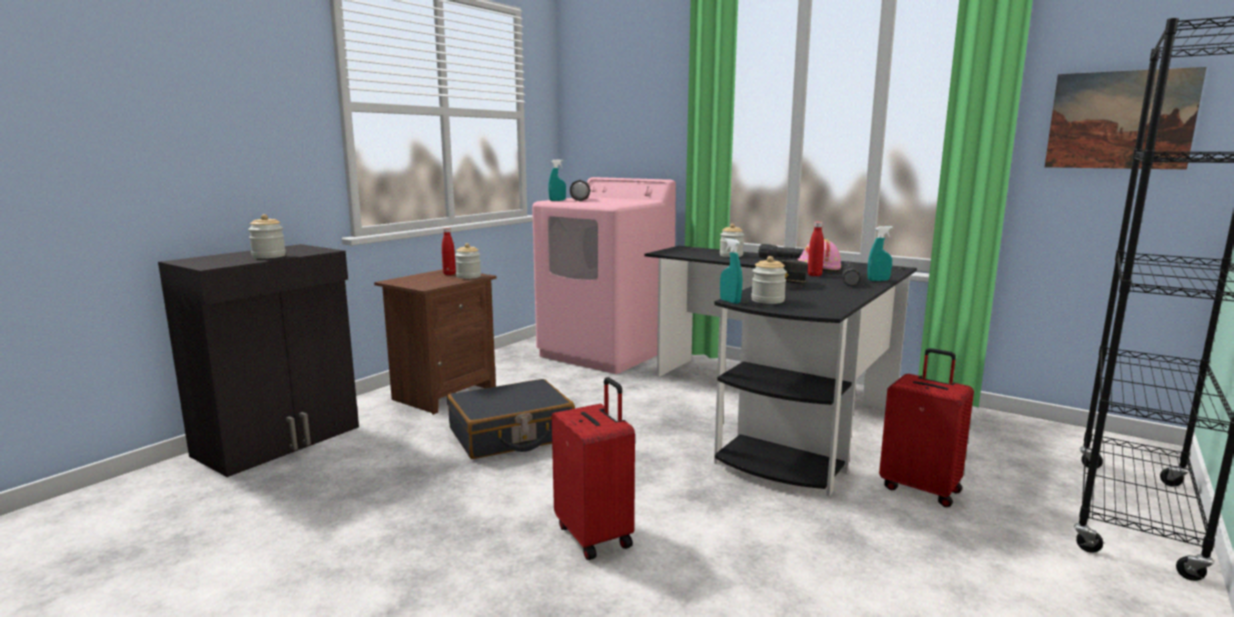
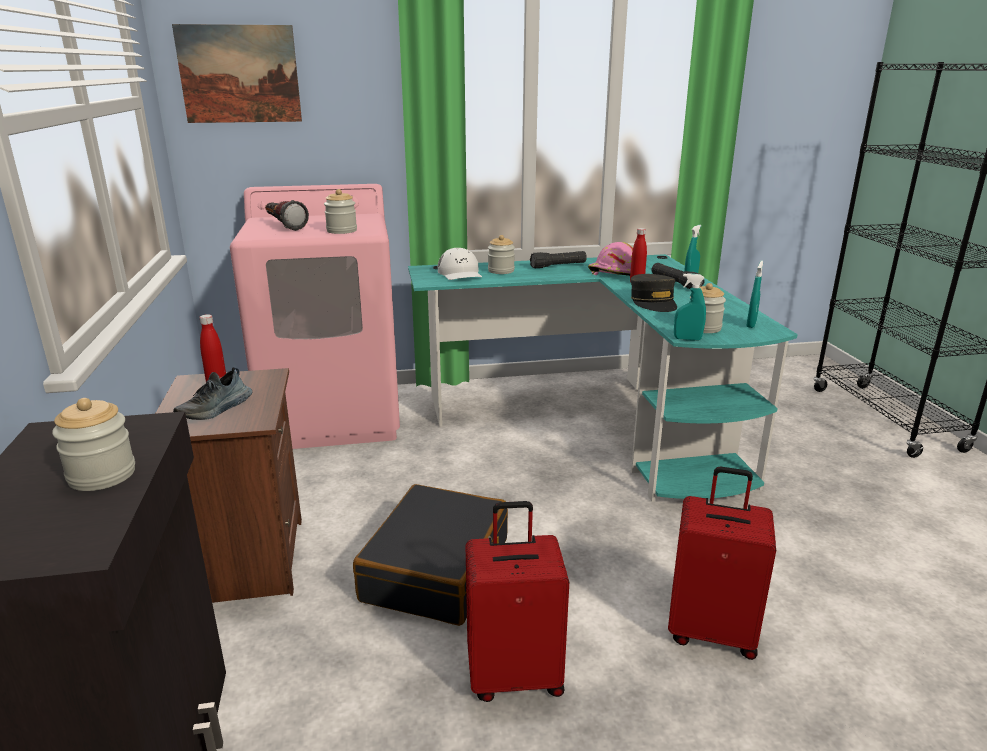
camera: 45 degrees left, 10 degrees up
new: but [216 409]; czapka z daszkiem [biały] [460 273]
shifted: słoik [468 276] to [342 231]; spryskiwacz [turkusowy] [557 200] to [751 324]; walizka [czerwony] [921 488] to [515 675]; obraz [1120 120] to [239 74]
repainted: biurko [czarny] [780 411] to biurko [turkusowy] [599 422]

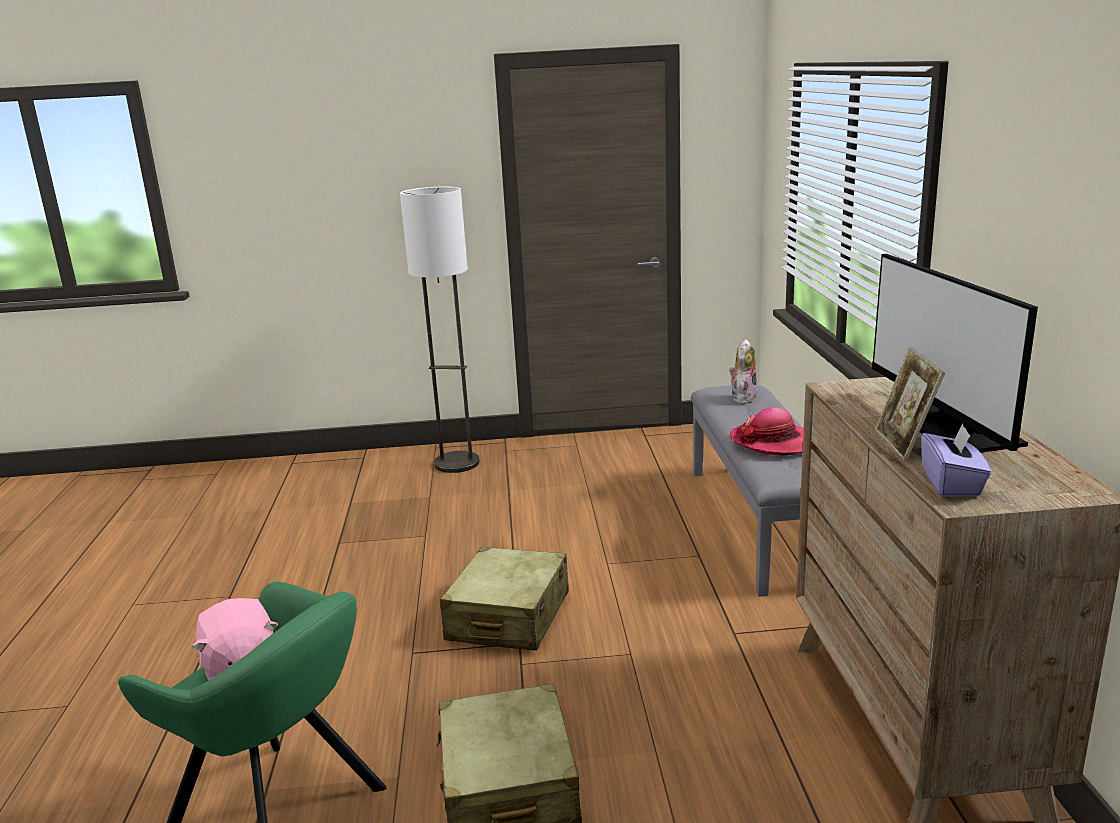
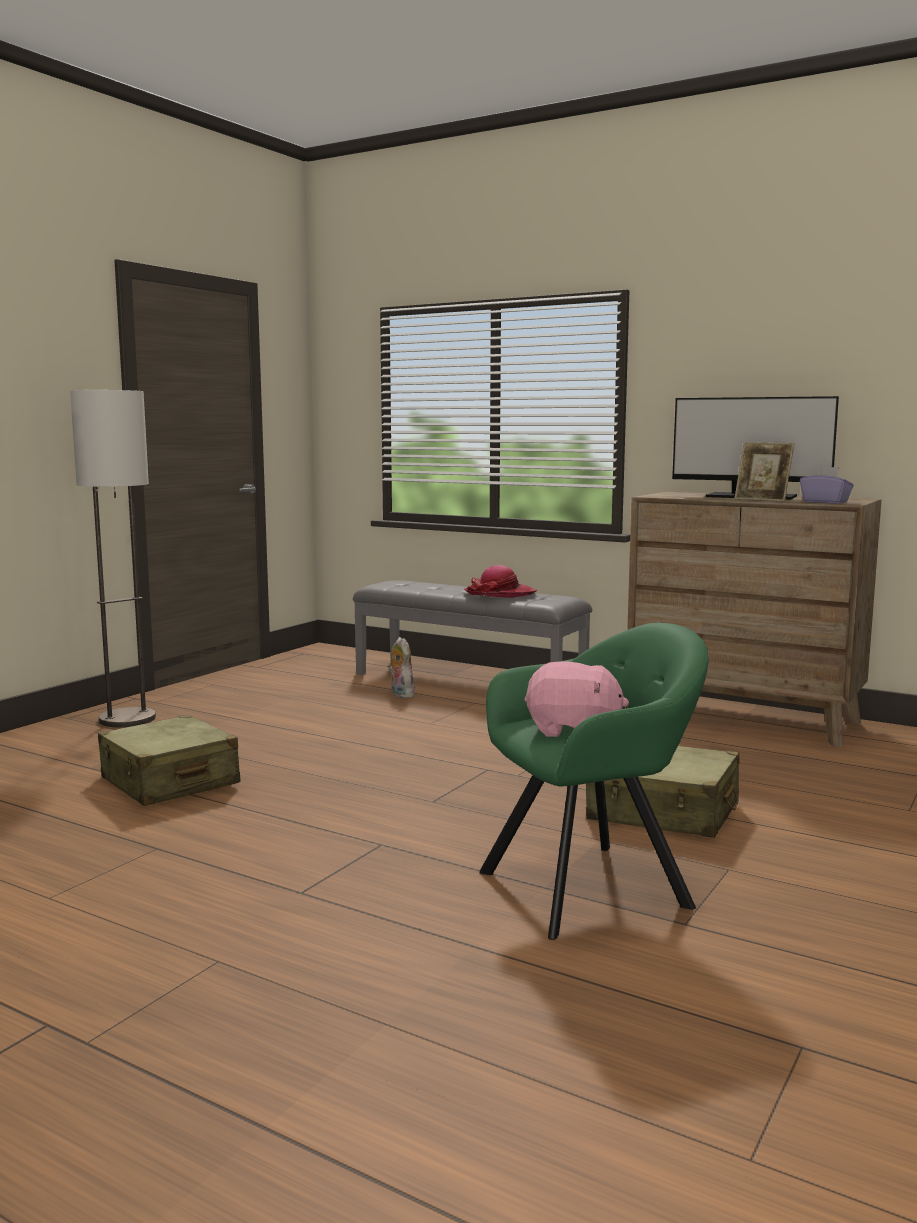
camera: 55 degrees left, 10 degrees down
shifted: walizka [beżowy] [508 617] to [169 782]; pluszak [742 398] to [400 694]

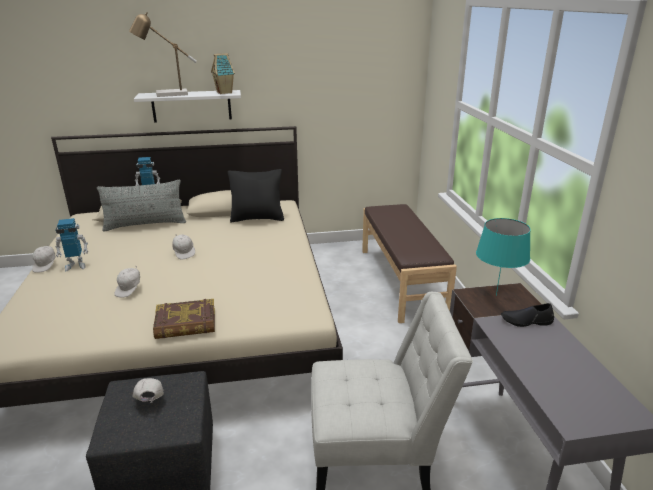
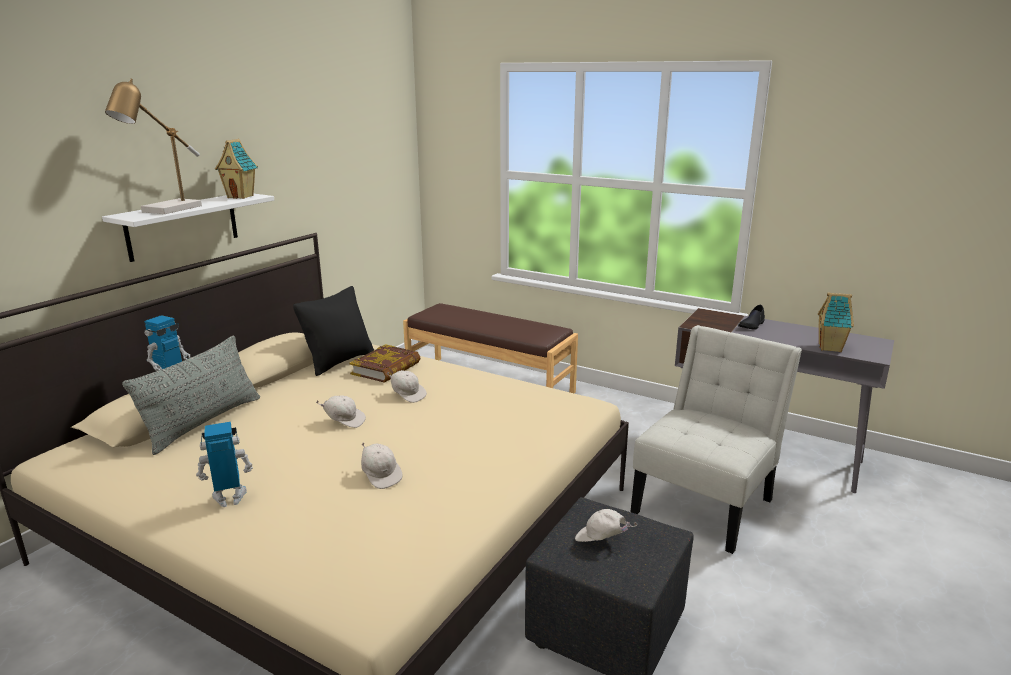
camera: 50 degrees left, 5 degrees down
gone: lampa stołowa [turkusowy] [496 295]
new: domek [831 348]
shifted: czapka z daszkiem [biały] [46 265] to [407 395]; książka [186 324] to [386 368]
rotated: robot zabawkowy [76 265] = [230 499] 135 degrees counterclockwise

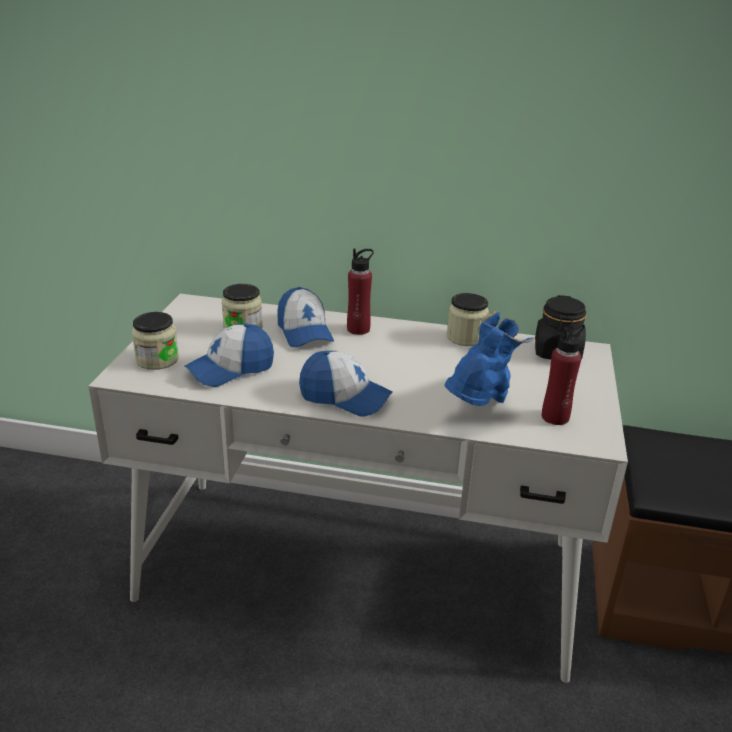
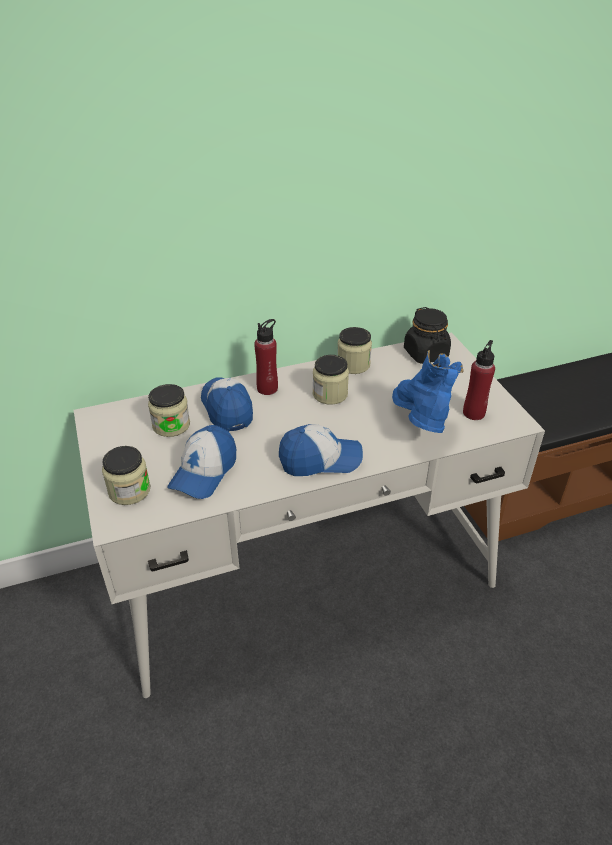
camera: 30 degrees left, 10 degrees up
new: słoik [330 394]
rotated: czapka z daszkiem [304 332] = [227 408] 150 degrees counterclockwise

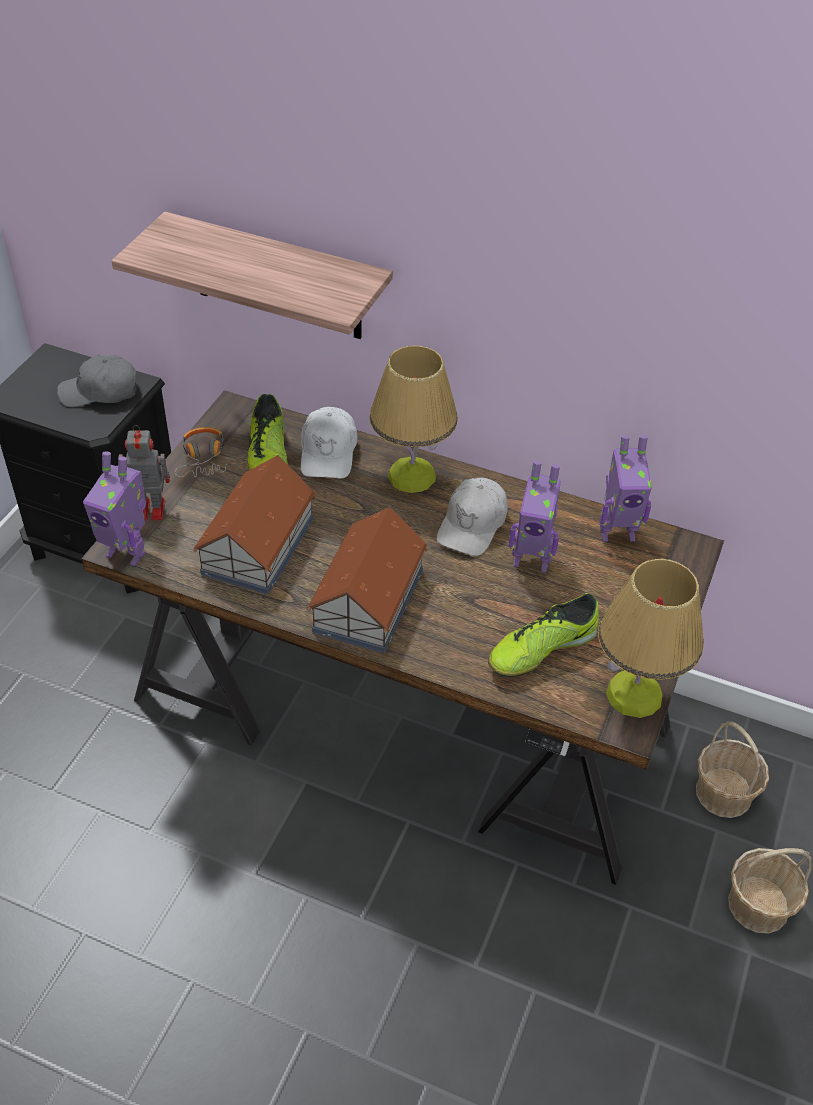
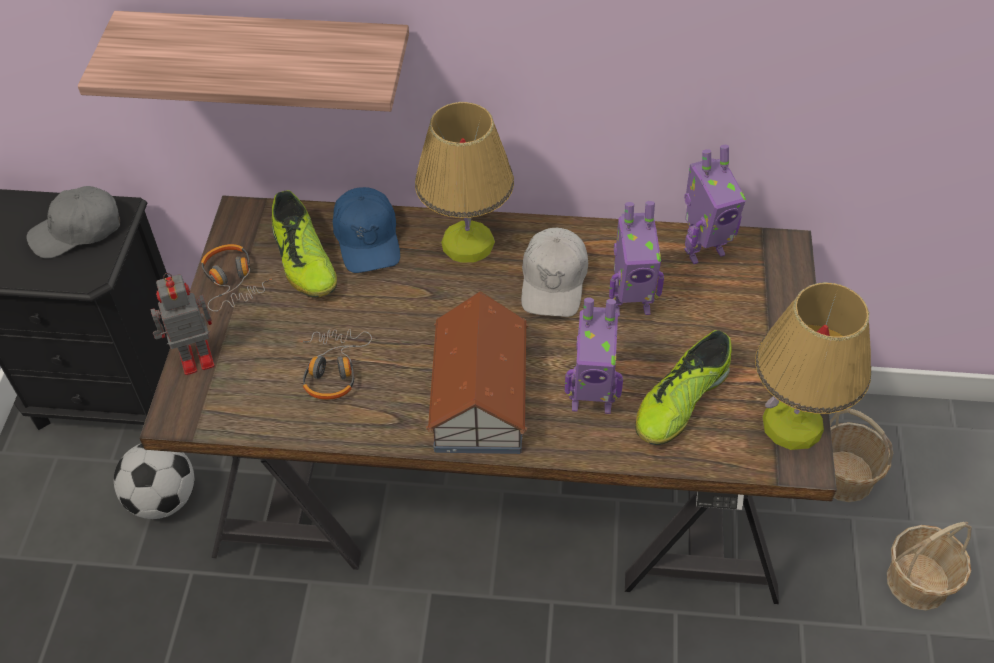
camera: 15 degrees left, 5 degrees up
new: piłka futbolowa [164 499]
shifted: robot zabawkowy [127 552] to [591 400]
swapped: domek [256 546] to słuchawki [333 369]
repainted: czapka z daszkiem [biały] [328 452] to czapka z daszkiem [niebieski] [368 239]

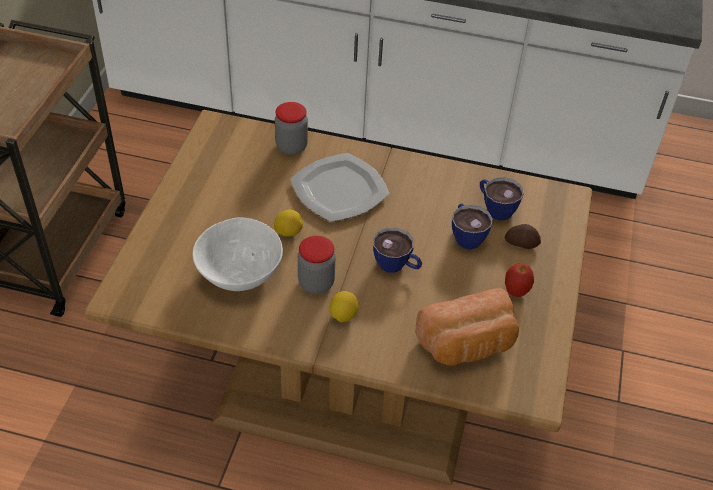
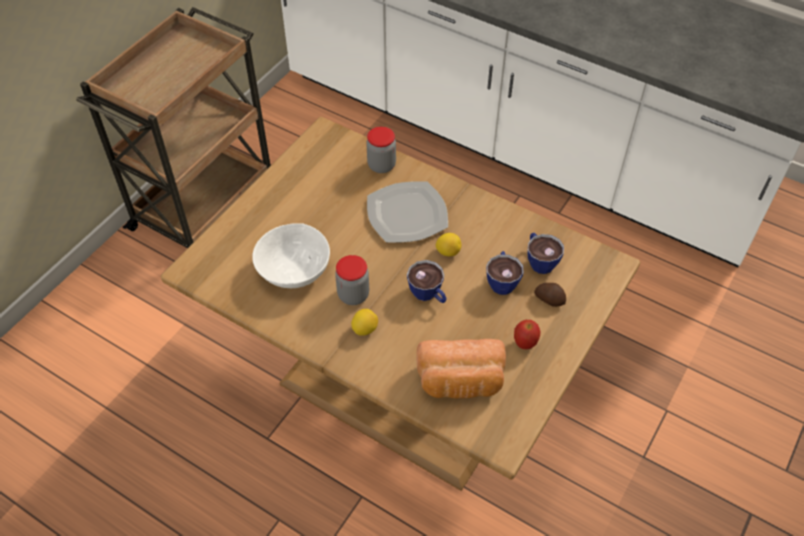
camera: 20 degrees right, 5 degrees up
shifted: cytryna [288 232] to [448 252]

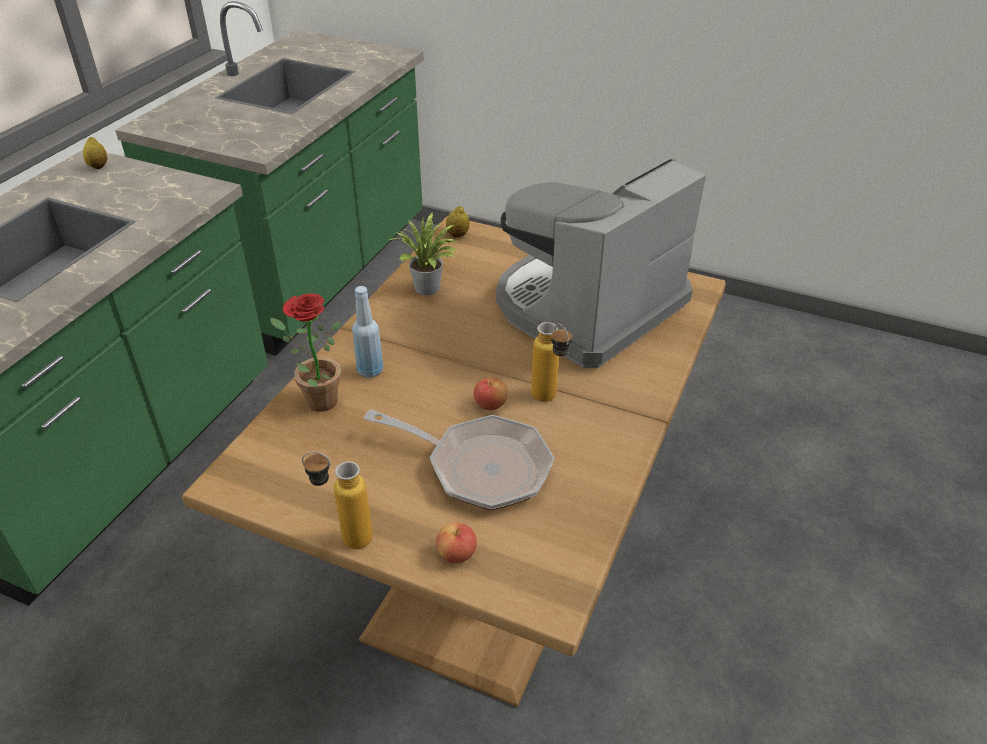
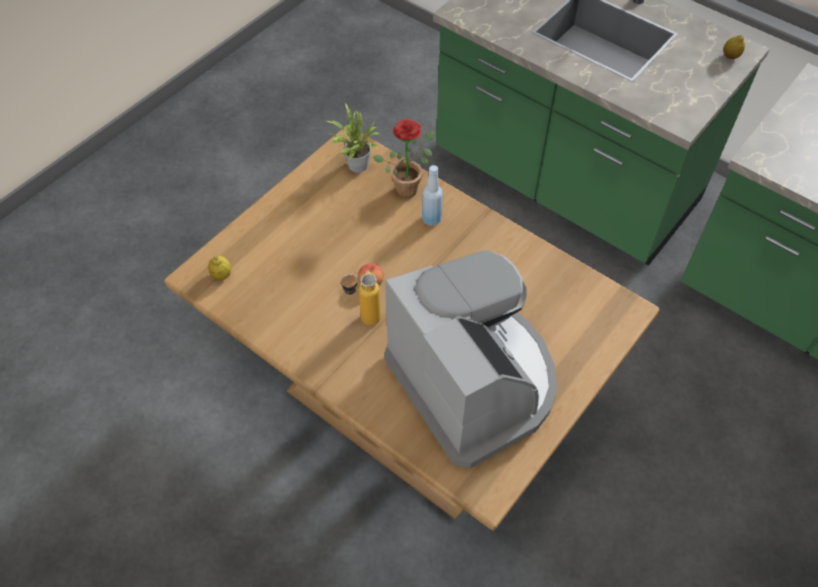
camera: 105 degrees right, 15 degrees up
gone: butelka [345 538]; patelnia [480 467]; jabłko [456 554]
shifted: roślina doniczkowa [429 289] to [355 166]; cytryna [458 235] to [222 275]

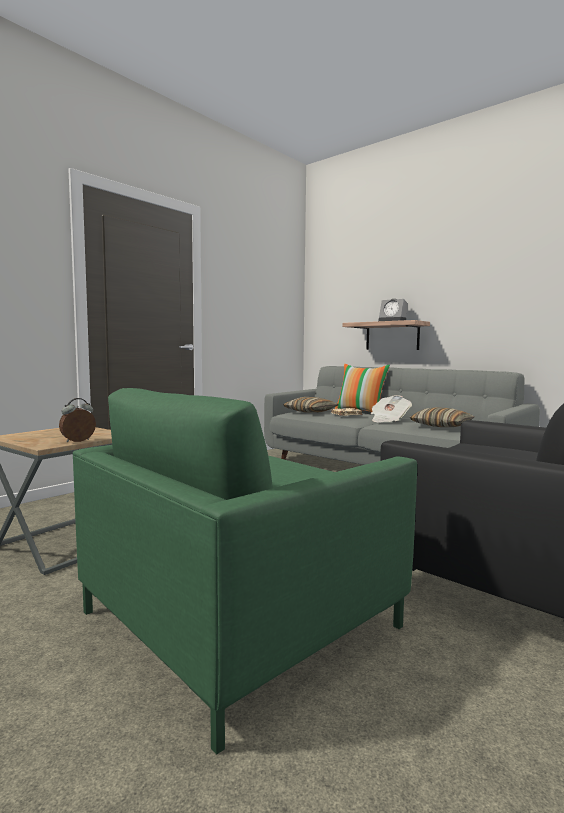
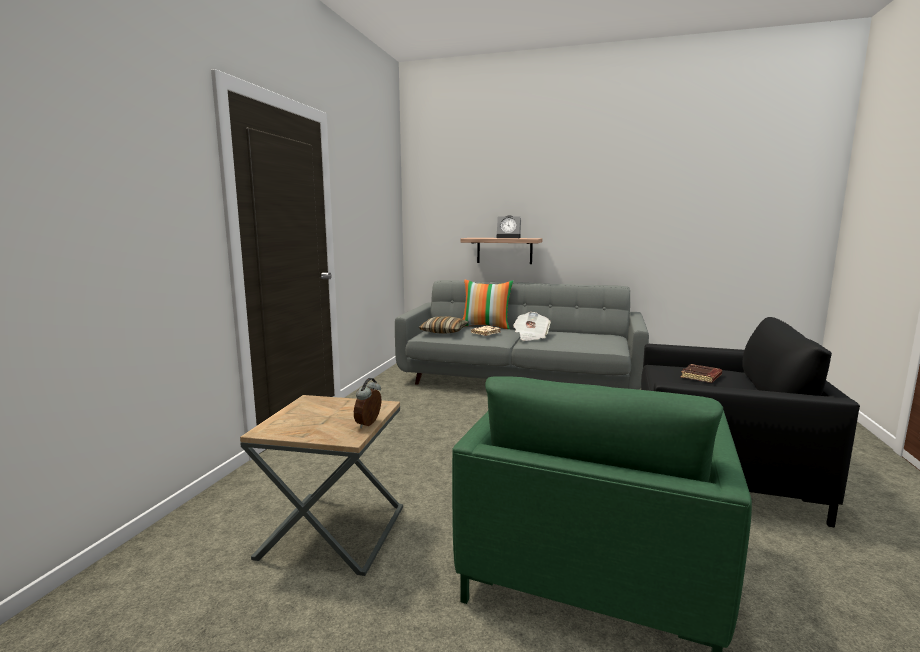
camera: 25 degrees left, 5 degrees up
gone: poduszka [441 426]
new: książka [brązowy] [701 377]

